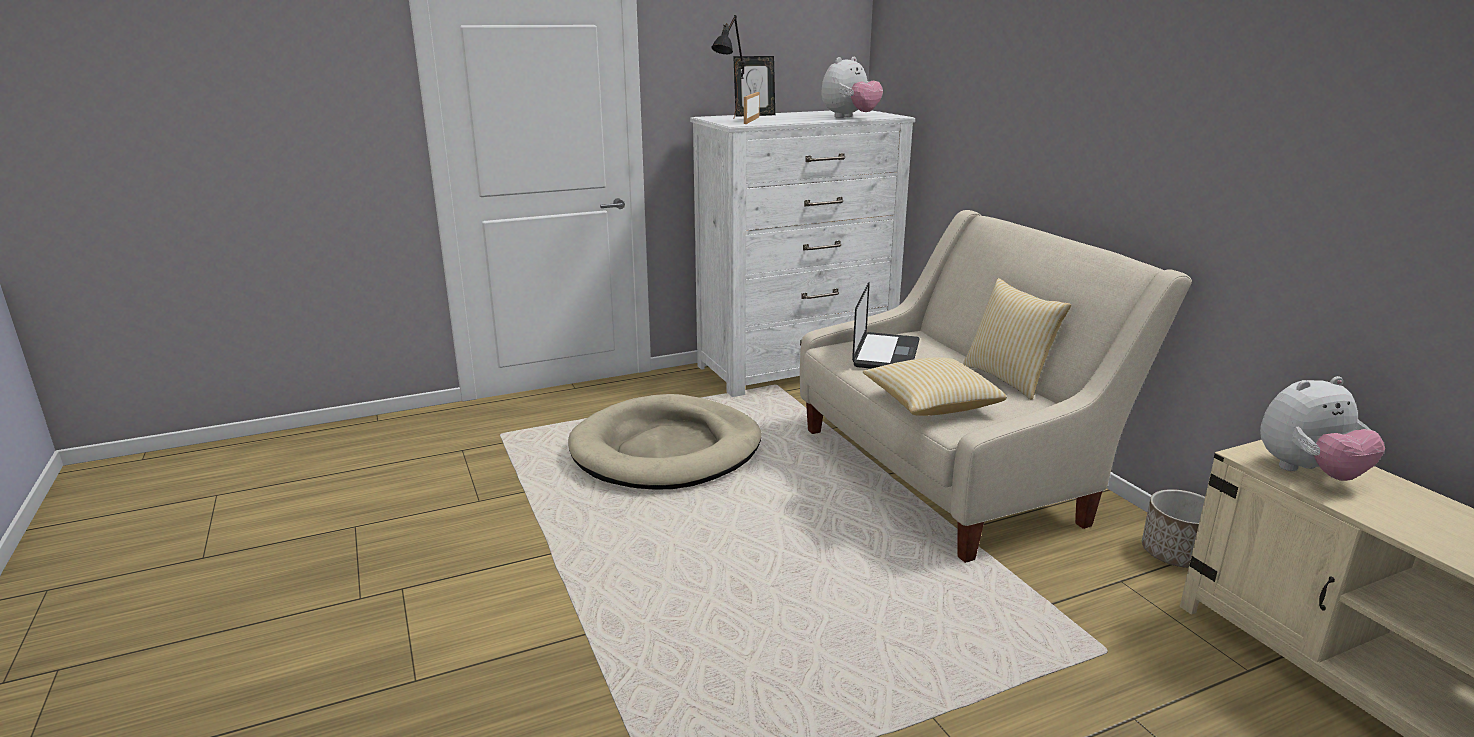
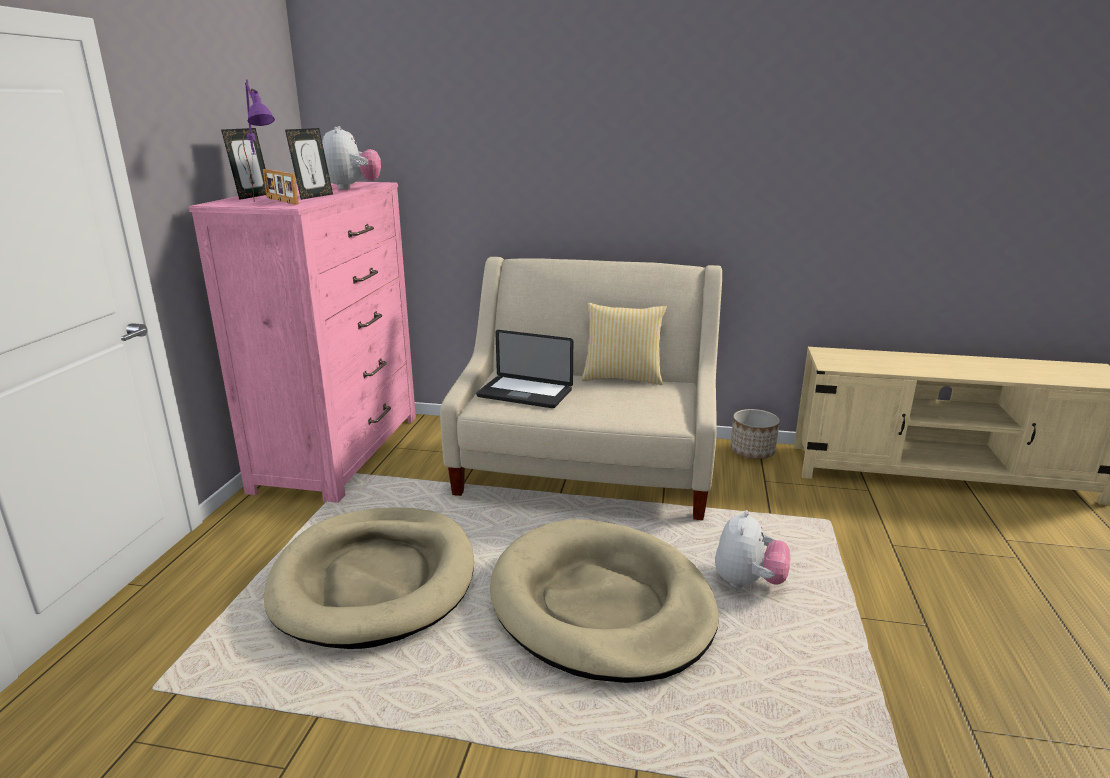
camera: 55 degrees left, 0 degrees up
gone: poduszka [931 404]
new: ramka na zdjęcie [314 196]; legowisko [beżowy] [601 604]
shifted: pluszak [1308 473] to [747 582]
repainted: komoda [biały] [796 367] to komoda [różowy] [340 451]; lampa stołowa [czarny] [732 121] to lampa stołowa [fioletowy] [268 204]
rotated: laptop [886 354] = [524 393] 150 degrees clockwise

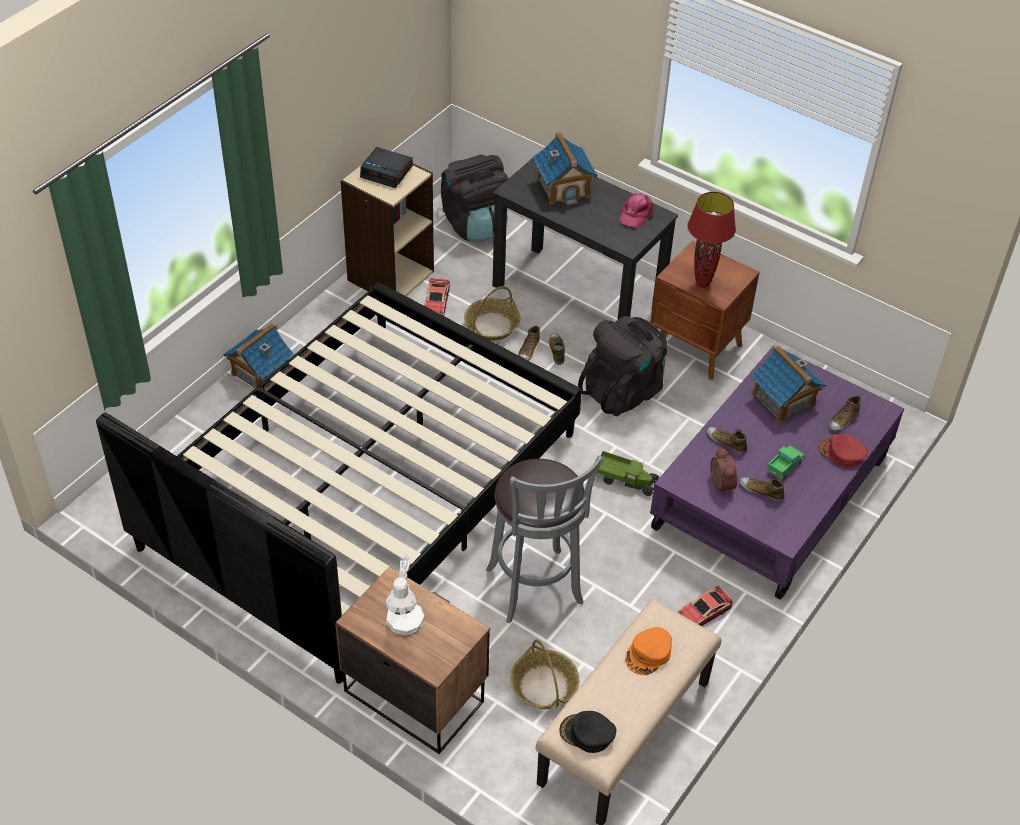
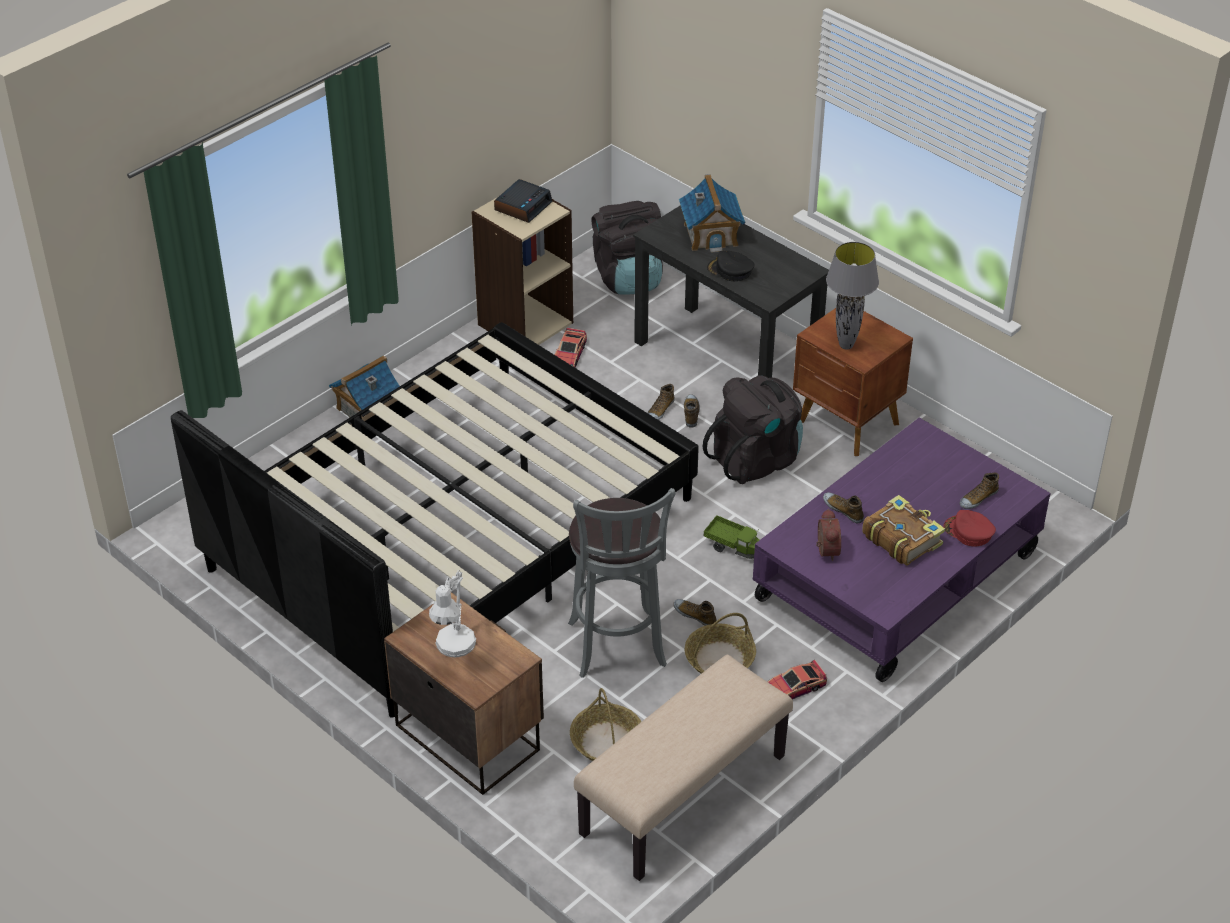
camera: 10 degrees right, 5 degrees down
gone: czapka z daszkiem [różowy] [635 214]; czapka z daszkiem [pomarańczowy] [648 654]; domek [783 400]
shifted: koszyk [492 325] to [720 659]; czapka z daszkiem [czarny] [587 734] to [730 270]; but [761 491] to [695 615]
swapped: ciężarówka zabawkowa [784 465] to książka [901 538]
repainted: lampa stołowa [czerwony] [702 284] to lampa stołowa [szary] [846 346]
rotated: budzik [387 172] = [523 206] 90 degrees counterclockwise

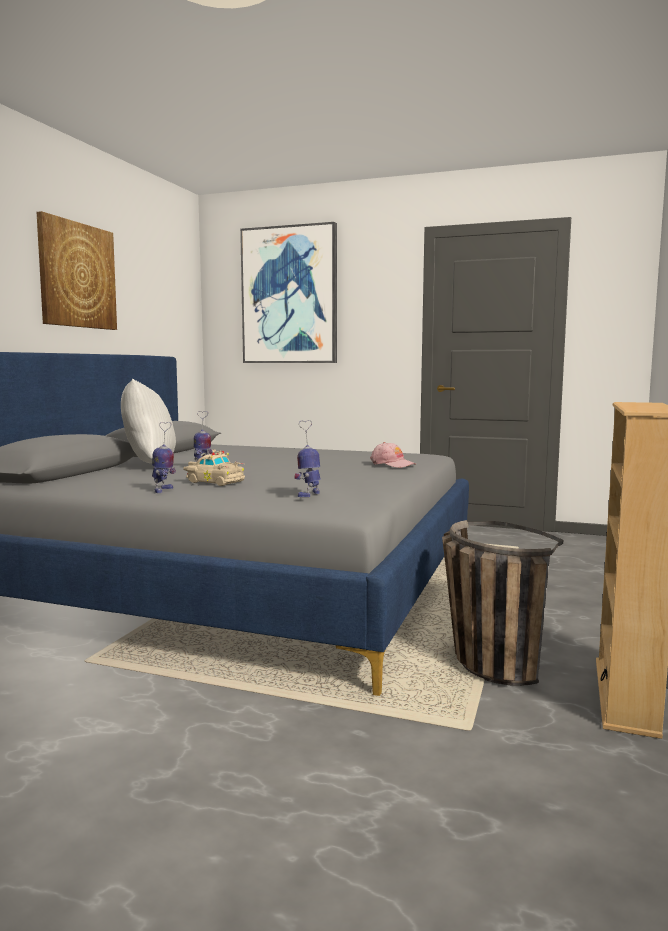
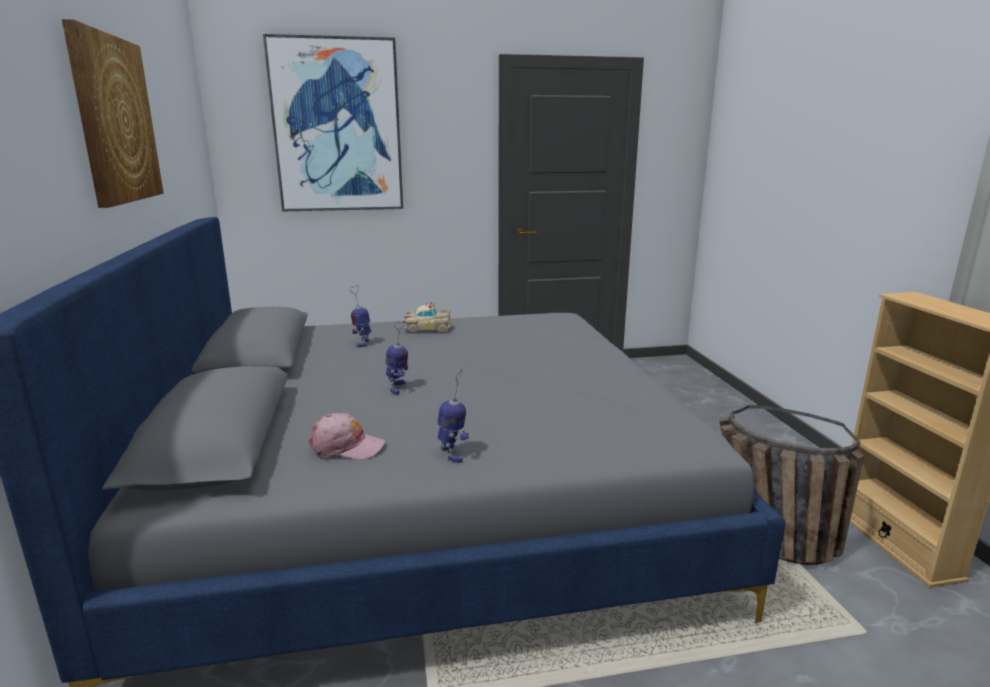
camera: 30 degrees left, 10 degrees up
gone: poduszka [biały] [148 465]
shifted: samochodzik [beżowy] [214 481] to [426 328]; robot zabawkowy [309 494] to [362 343]; czapka z daszkiem [różowy] [392 464] to [346 446]

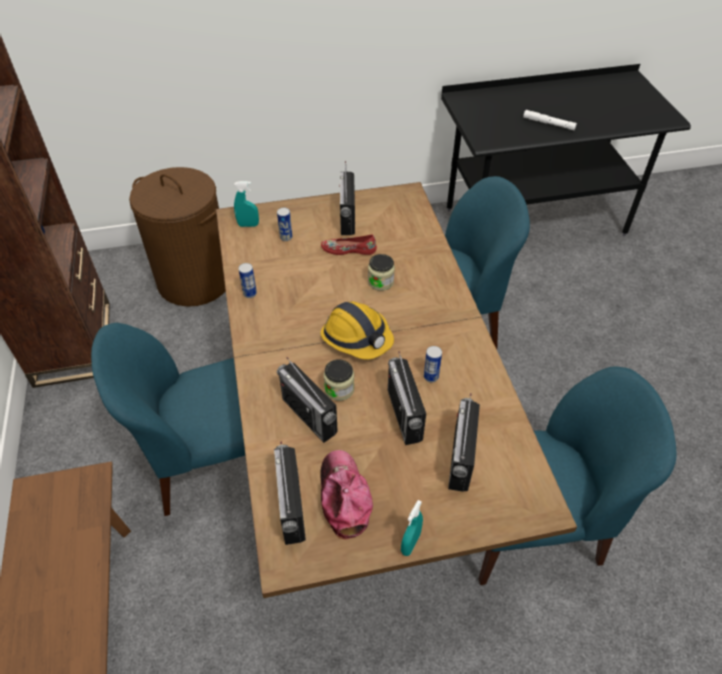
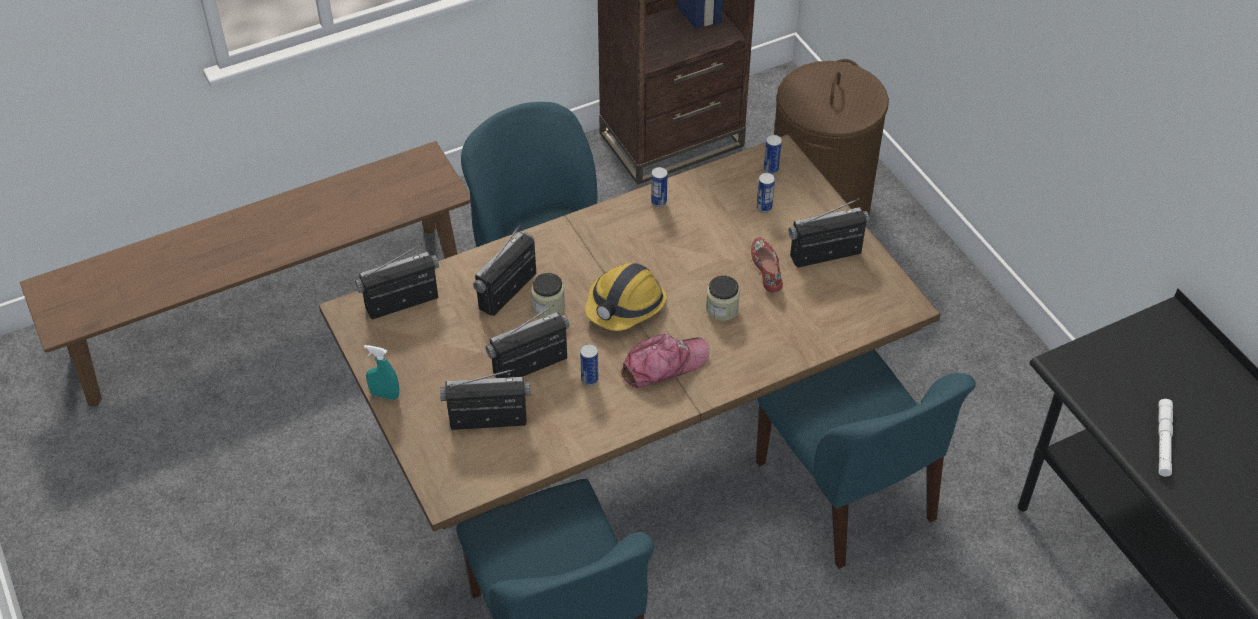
camera: 75 degrees right, 0 degrees up
shifted: czapka z daszkiem [344 496] to [664 365]
swapped: spryskiwacz [turkusowy] [248 225] to puszka [771 169]

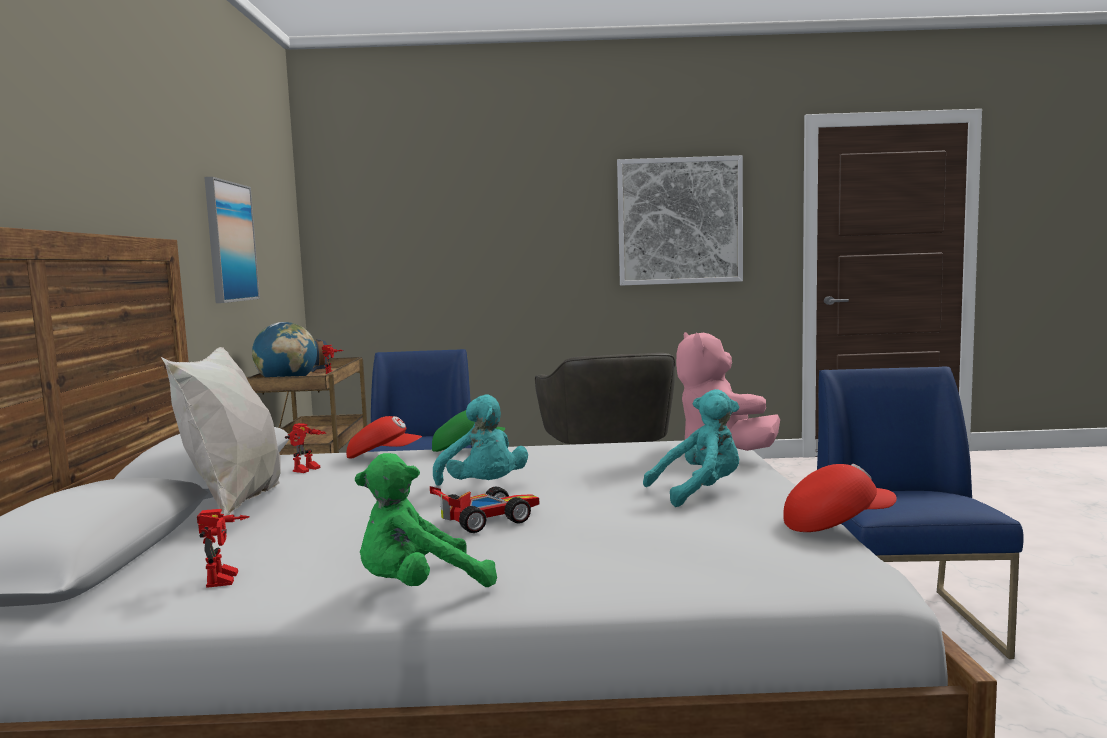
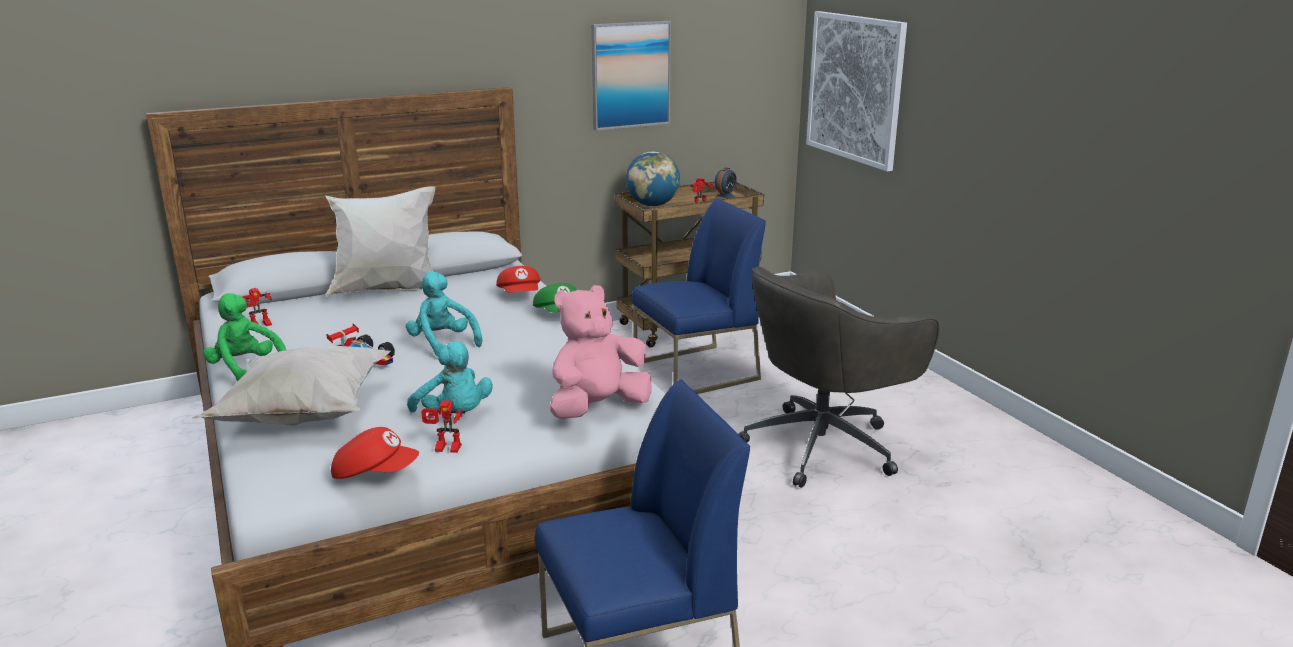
camera: 65 degrees right, 15 degrees up
new: poduszka [biały] [303 416]
shifted: robot zabawkowy [307 470] to [445 449]; obraz [679 221] to [855 88]
rotated: pluszak [turkusowy] [483 488] = [442 344] 105 degrees clockwise; czapka z daszkiem [czerwony] [836 523] = [375 472] 45 degrees counterclockwise

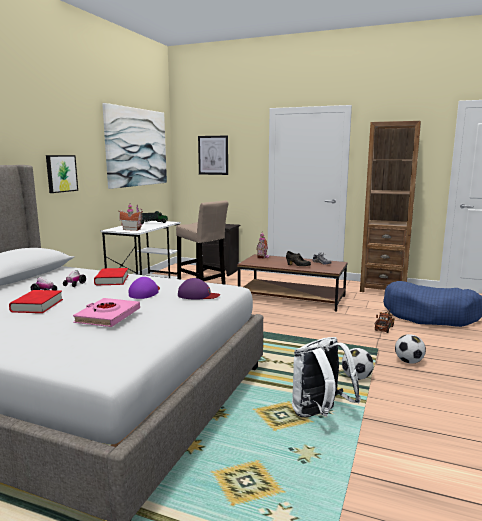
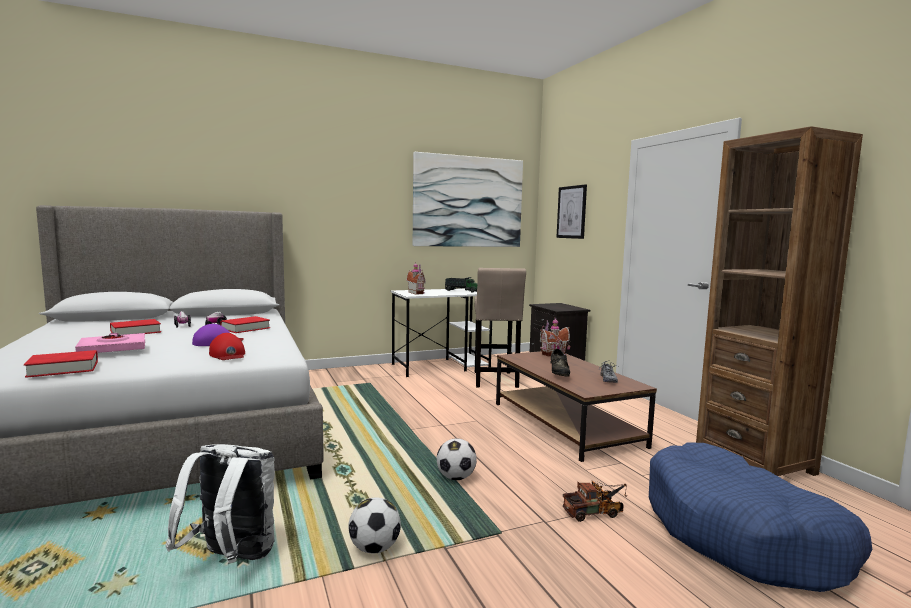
camera: 45 degrees right, 5 degrees down
gone: obraz [61 173]
new: książka [czerwony] [63 369]
shifted: piłka futbolowa [409 362] to [456 477]
repainted: czapka z daszkiem [fioletowy] [198 295] to czapka z daszkiem [czerwony] [228 354]

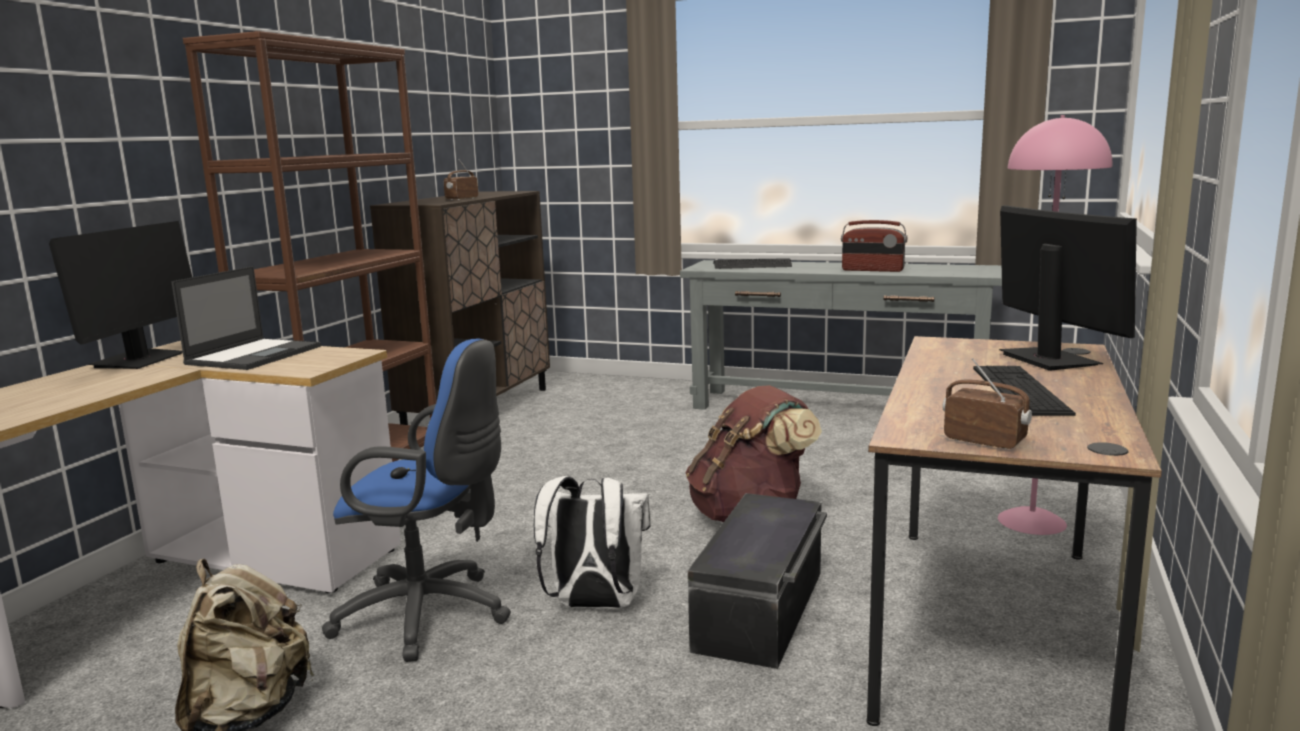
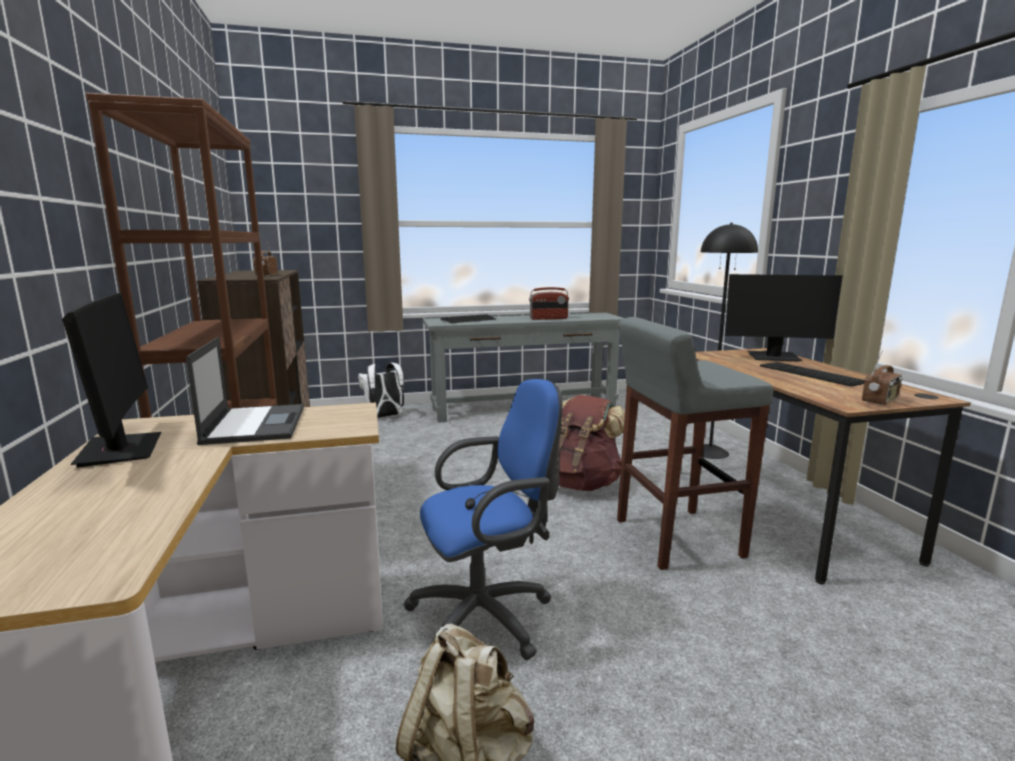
camera: 35 degrees left, 0 degrees up
shifted: plecak [biały] [594 605] to [385 417]
swapped: pojemnik do przechowywania [czarny] [762 610] to stołek [szary] [676 538]
repainted: lampa stojąca [różowy] [1030 521] to lampa stojąca [czarny] [709 452]
rotated: radio [985 441] = [880 401] 135 degrees clockwise; monitor [1049 359] = [773 357] 150 degrees clockwise

